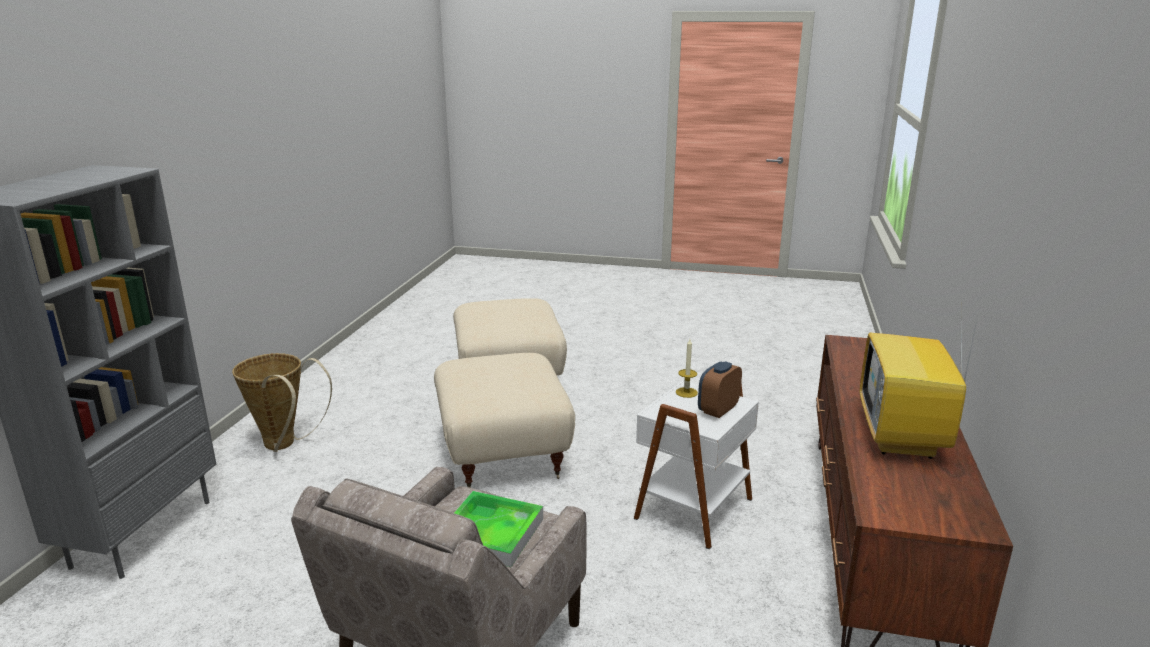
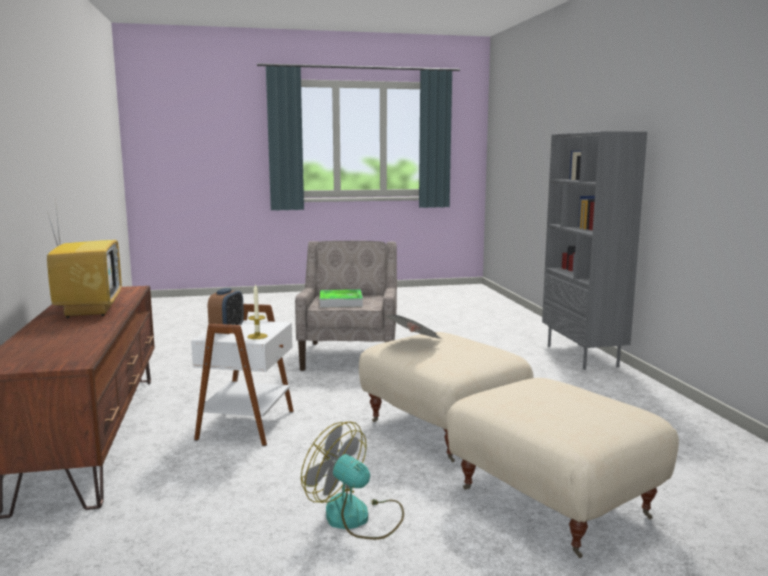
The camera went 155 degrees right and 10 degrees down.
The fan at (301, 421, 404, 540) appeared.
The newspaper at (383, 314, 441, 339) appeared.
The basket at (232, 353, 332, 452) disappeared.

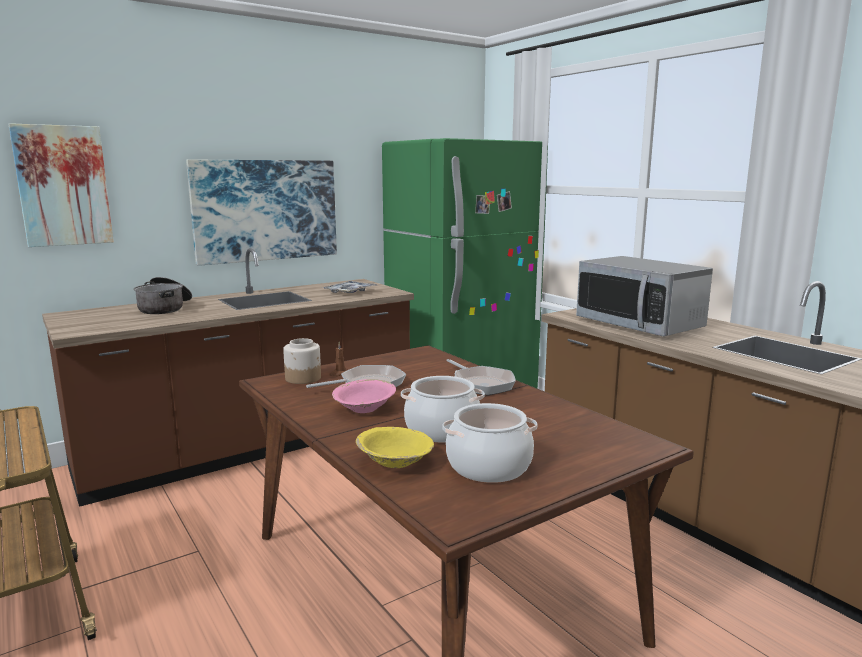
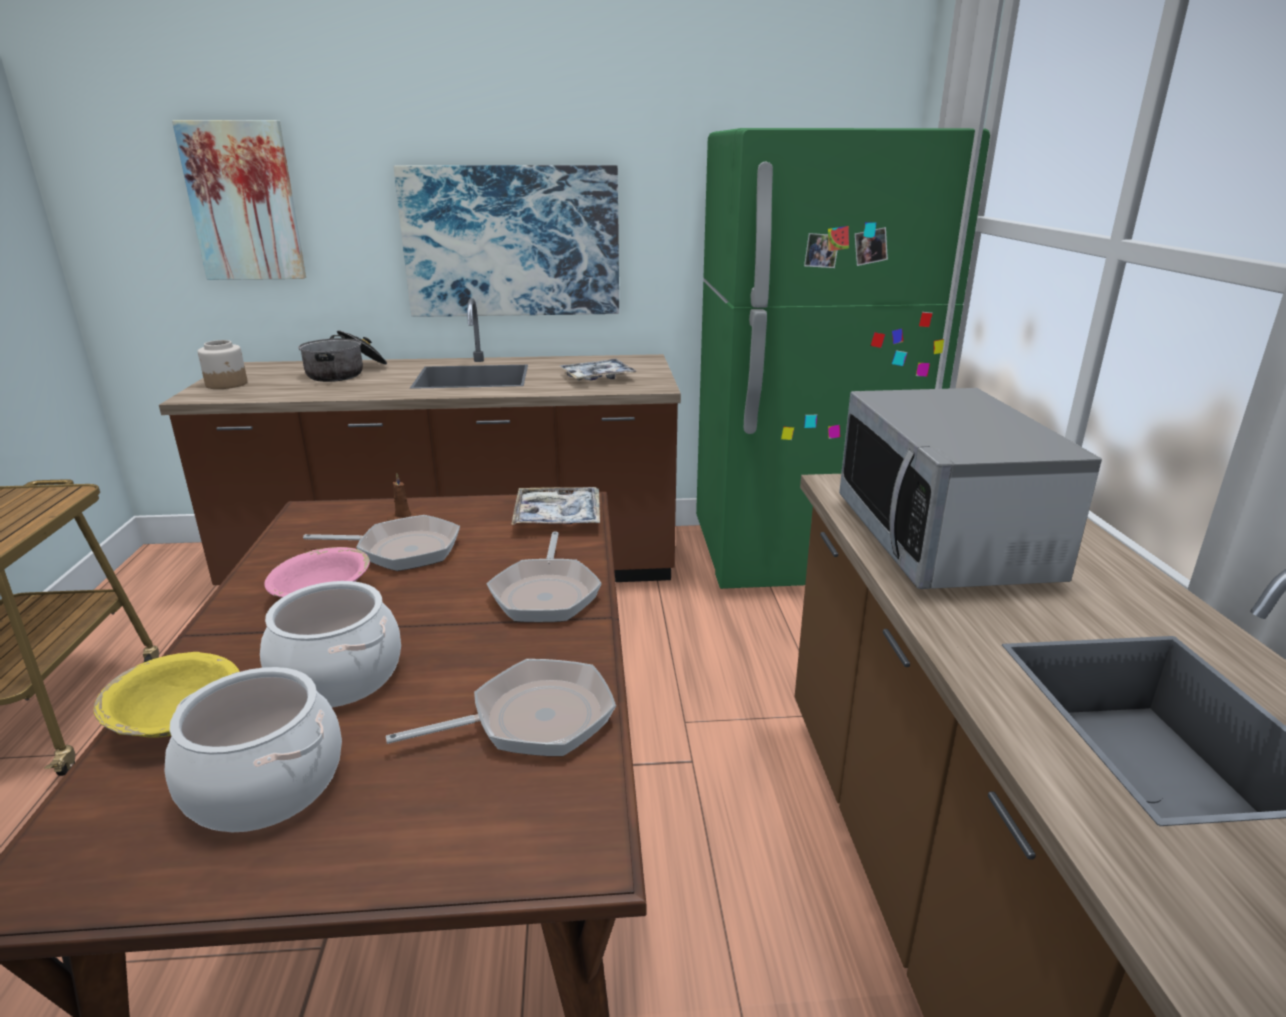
The camera went 30 degrees right and 10 degrees up.
The jar moved from (283, 338, 321, 384) to (198, 340, 248, 389).
The frying pan at (386, 659, 616, 756) appeared.
The tray at (511, 487, 600, 525) appeared.

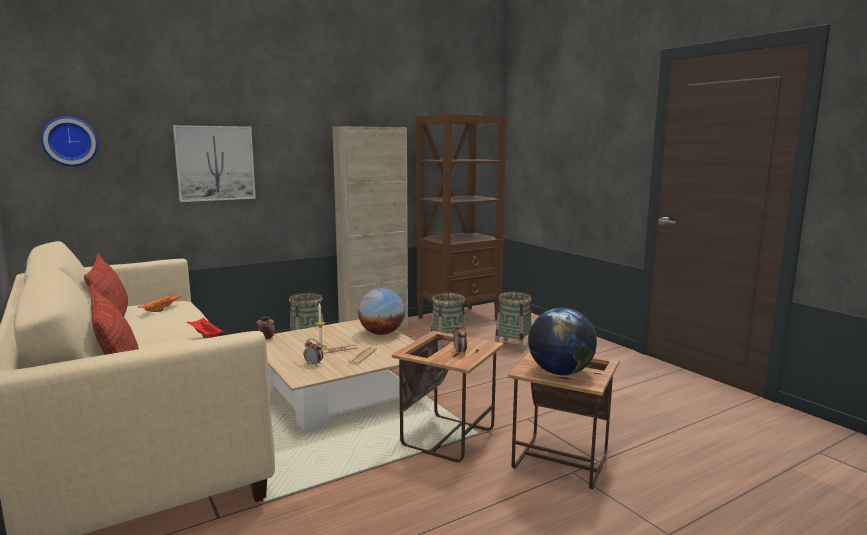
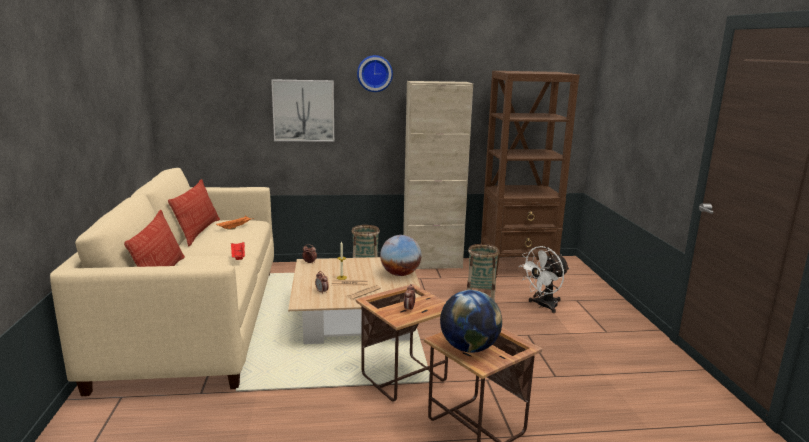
The camera went 25 degrees right and 5 degrees up.
The wall clock moved from (41, 117, 98, 167) to (357, 55, 393, 92).
The basket at (495, 292, 532, 353) was replaced by the fan/white at (520, 246, 569, 313).

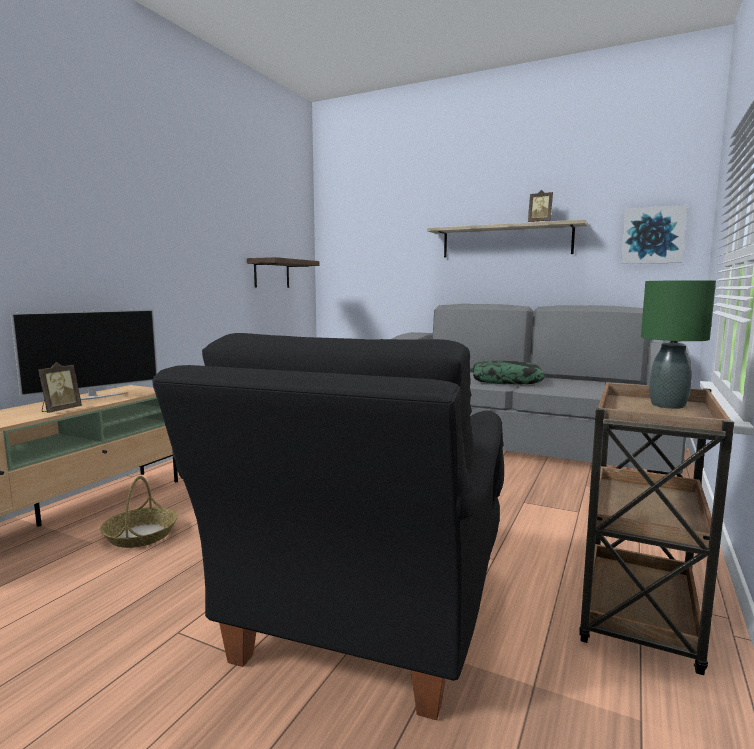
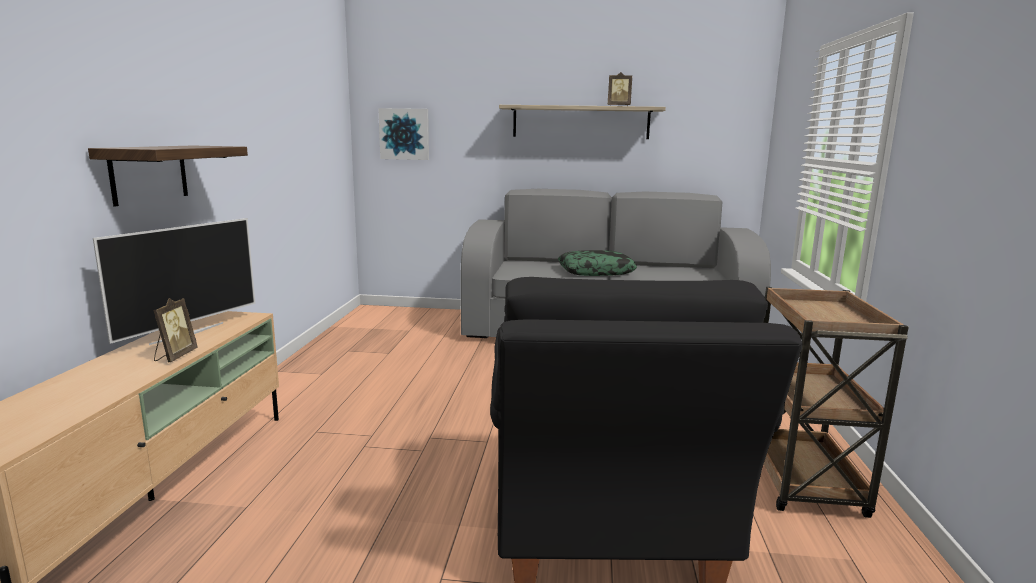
The camera went 20 degrees left and 5 degrees up.
The shelf moved from (247, 257, 320, 288) to (88, 146, 248, 206).
The picture moved from (621, 205, 687, 264) to (378, 108, 429, 160).
The basket at (100, 476, 177, 548) disappeared.
The table lamp/green at (641, 280, 716, 409) disappeared.

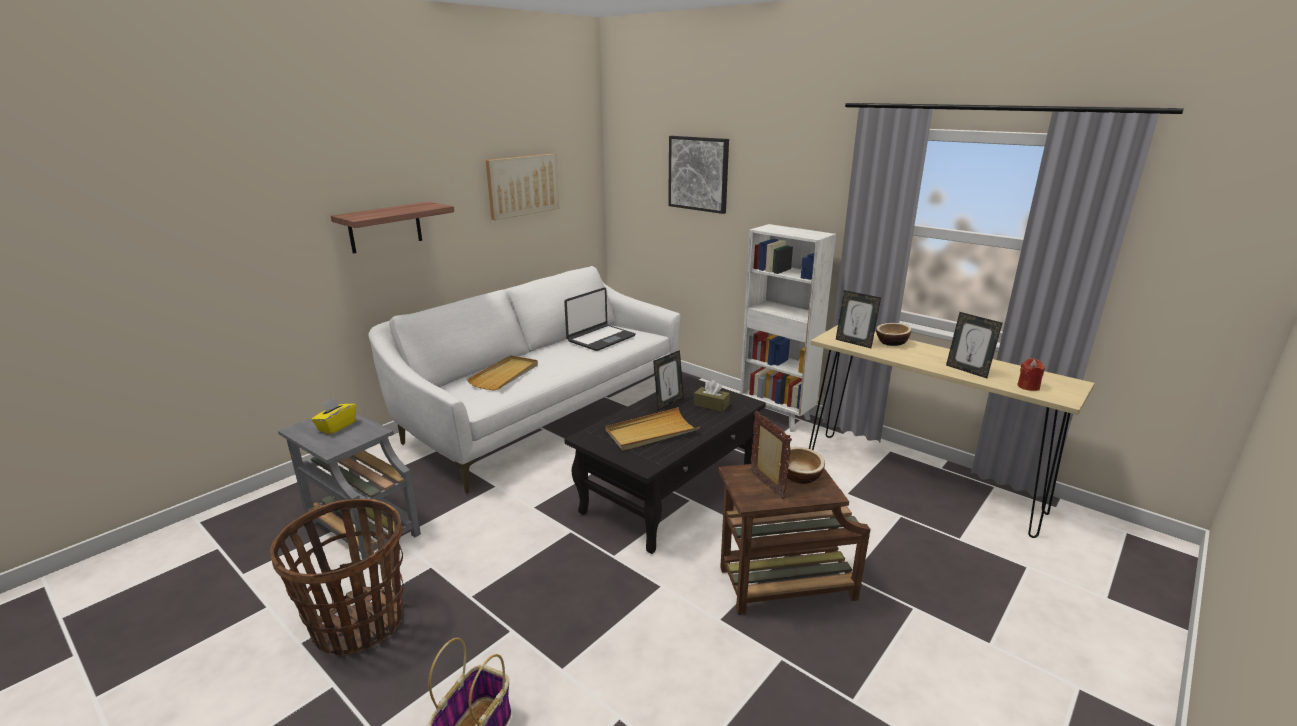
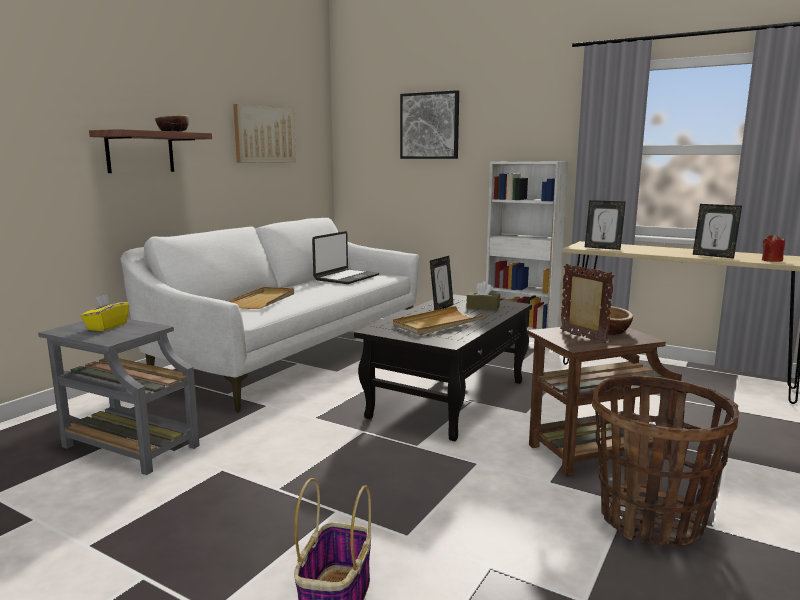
The camera went 10 degrees left and 10 degrees down.
The bowl moved from (876, 323, 911, 346) to (155, 115, 189, 132).
The basket moved from (270, 499, 404, 655) to (592, 376, 739, 547).

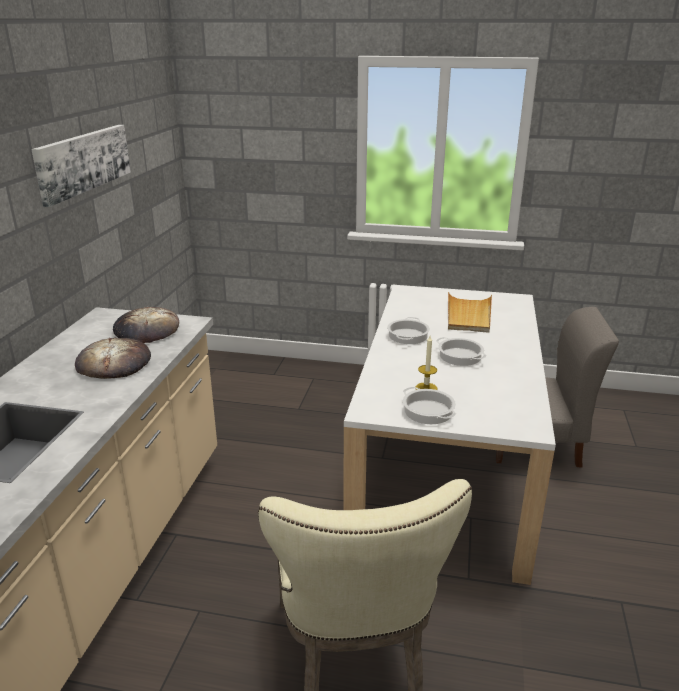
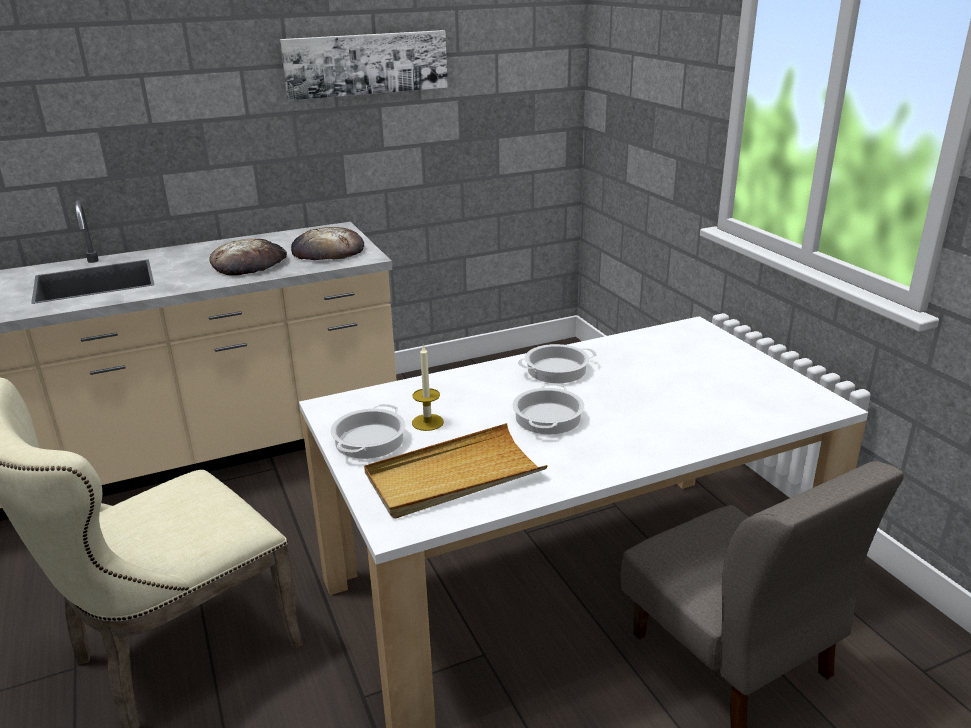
The camera went 55 degrees right and 0 degrees up.
The tray/beige moved from (448, 292, 492, 333) to (364, 423, 548, 518).

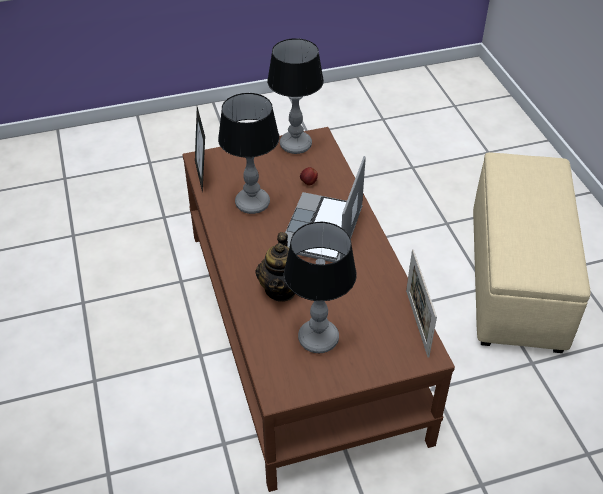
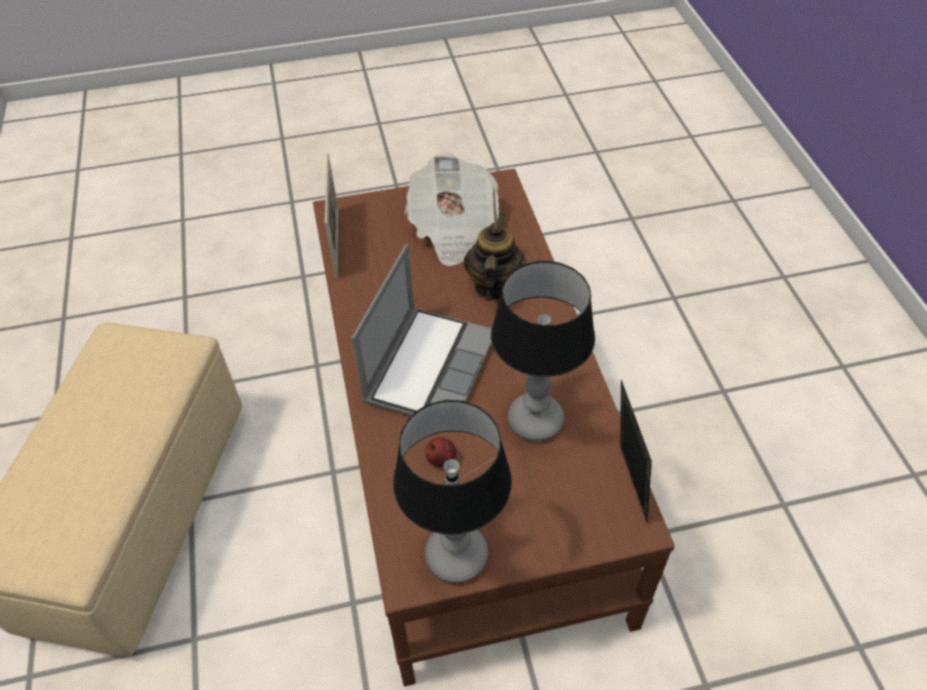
The camera went 175 degrees left and 5 degrees up.
The table lamp at (284, 221, 357, 353) was replaced by the newspaper at (405, 153, 499, 266).

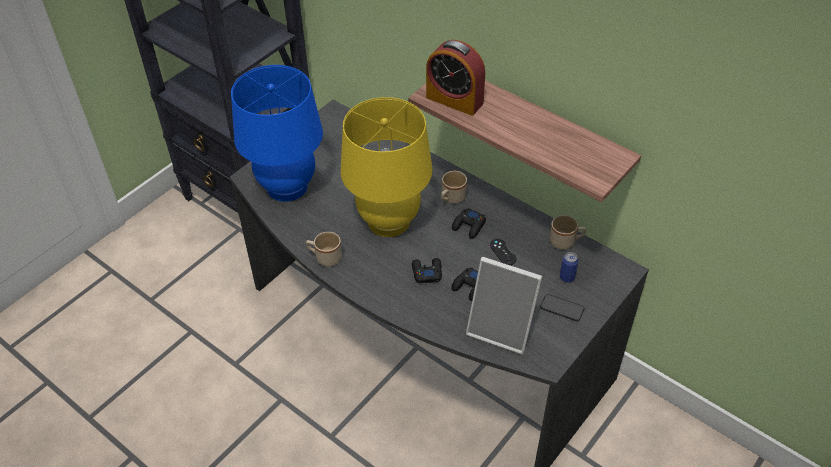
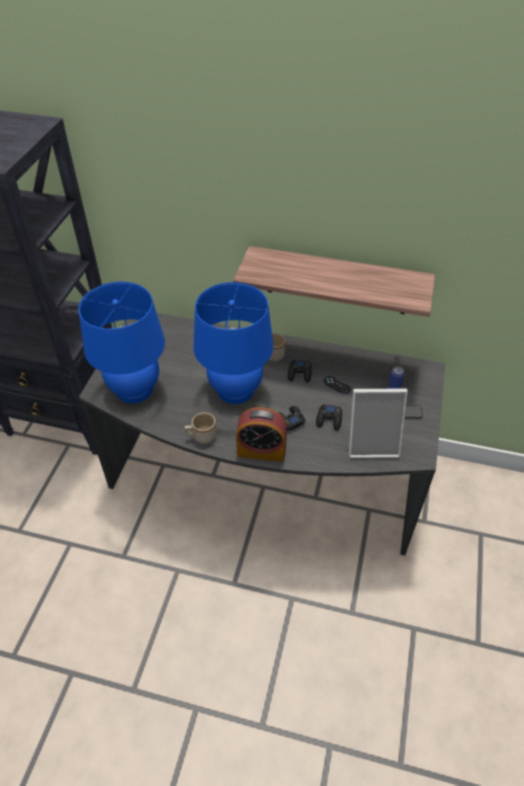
The camera went 25 degrees left and 0 degrees up.
The table lamp/yellow at (341, 97, 432, 237) became the table lamp/blue at (193, 282, 274, 404).
The alarm clock moved from (426, 40, 485, 116) to (236, 407, 287, 462).
The mug/beige at (550, 215, 586, 250) disappeared.

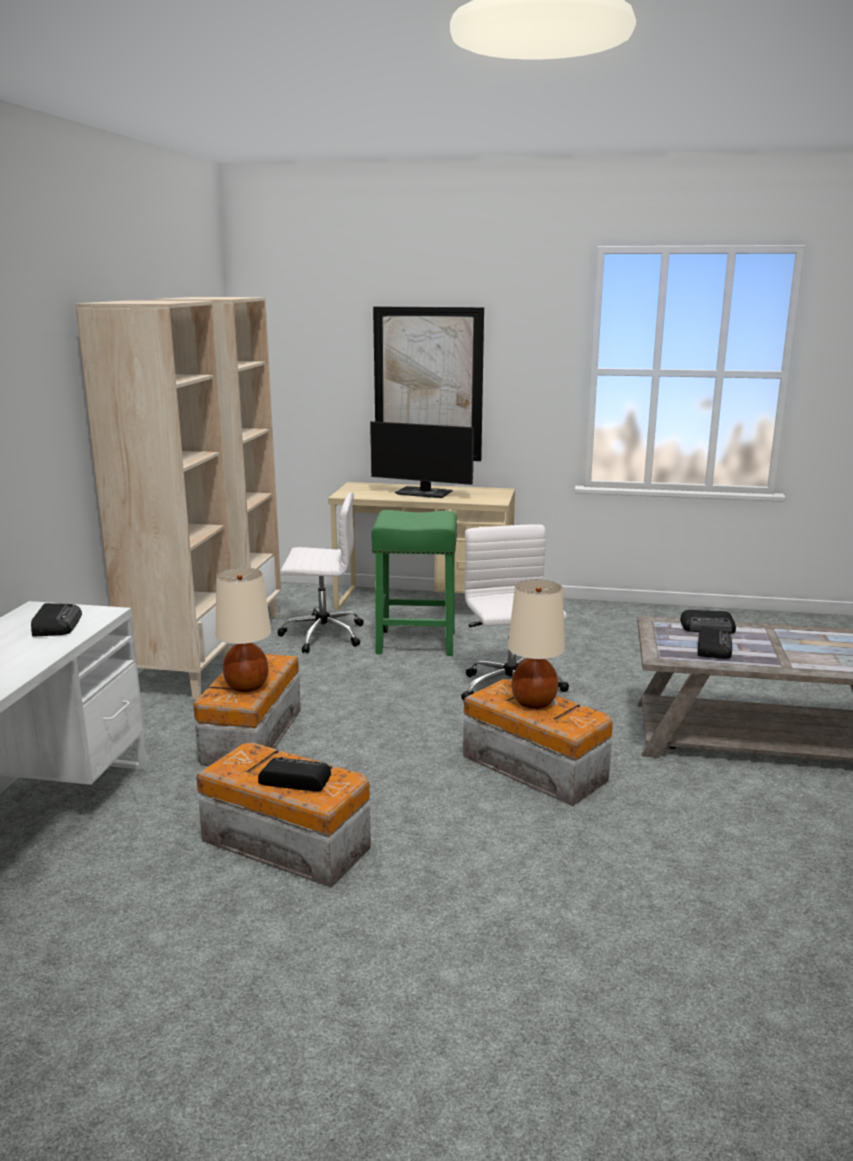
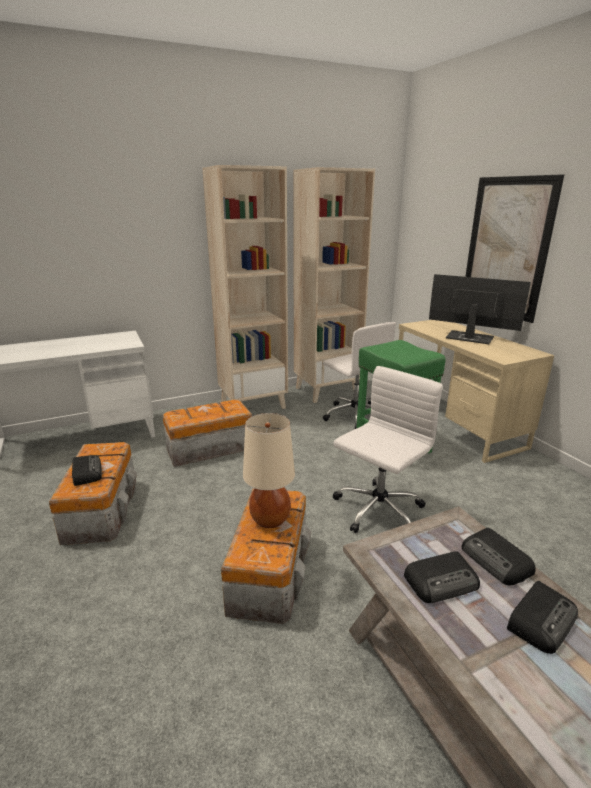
The camera went 55 degrees right and 5 degrees up.
The monitor at (370, 421, 474, 498) turned 135 degrees clockwise.
The radio moved from (31, 603, 82, 637) to (507, 581, 578, 654).
The table lamp/beige at (216, 568, 271, 692) disappeared.

